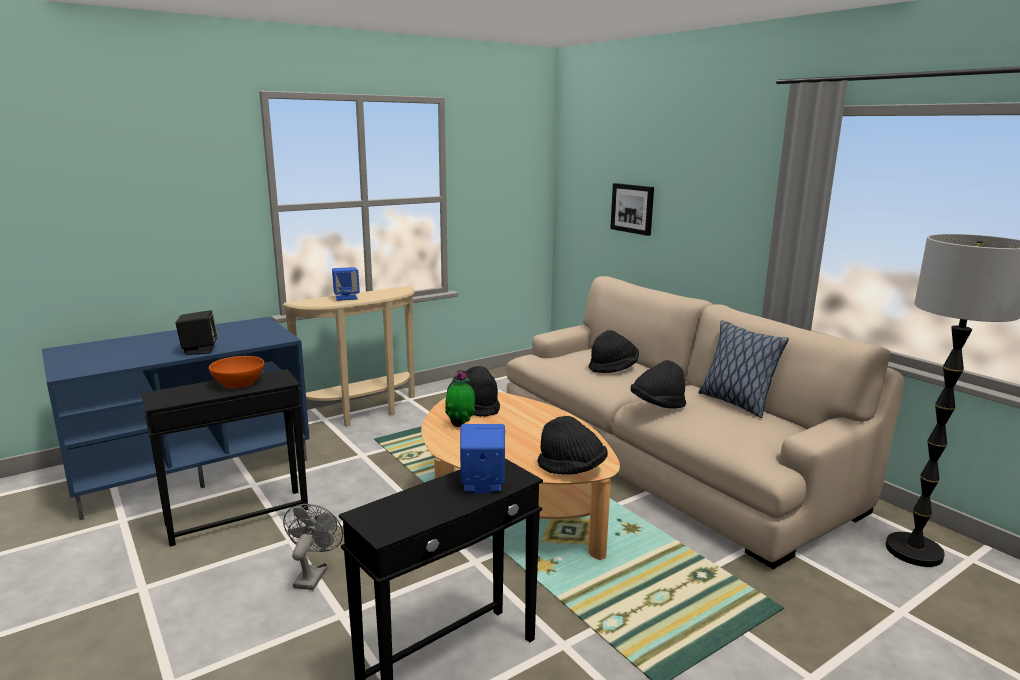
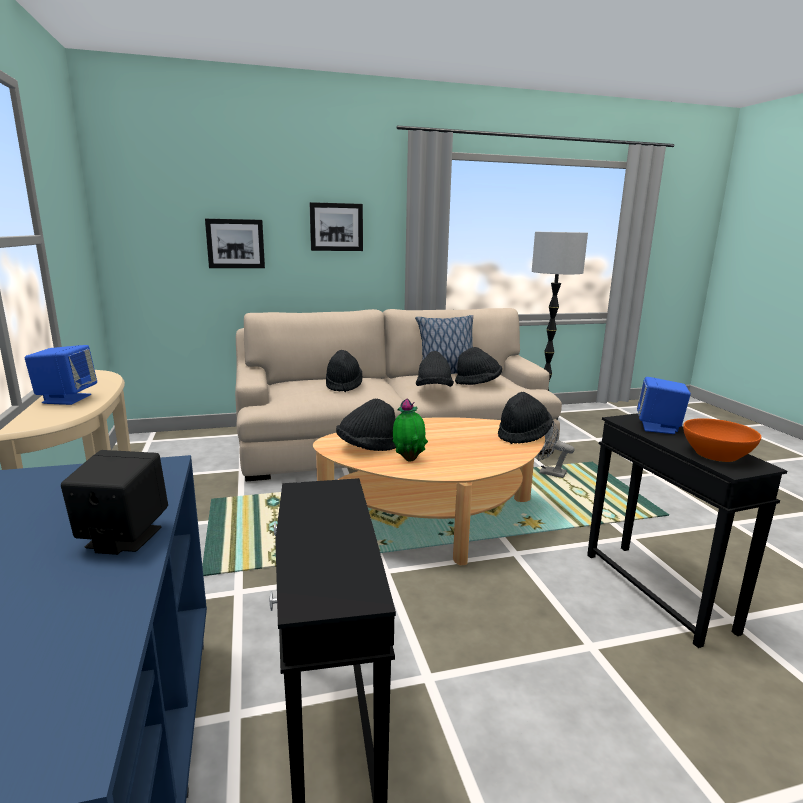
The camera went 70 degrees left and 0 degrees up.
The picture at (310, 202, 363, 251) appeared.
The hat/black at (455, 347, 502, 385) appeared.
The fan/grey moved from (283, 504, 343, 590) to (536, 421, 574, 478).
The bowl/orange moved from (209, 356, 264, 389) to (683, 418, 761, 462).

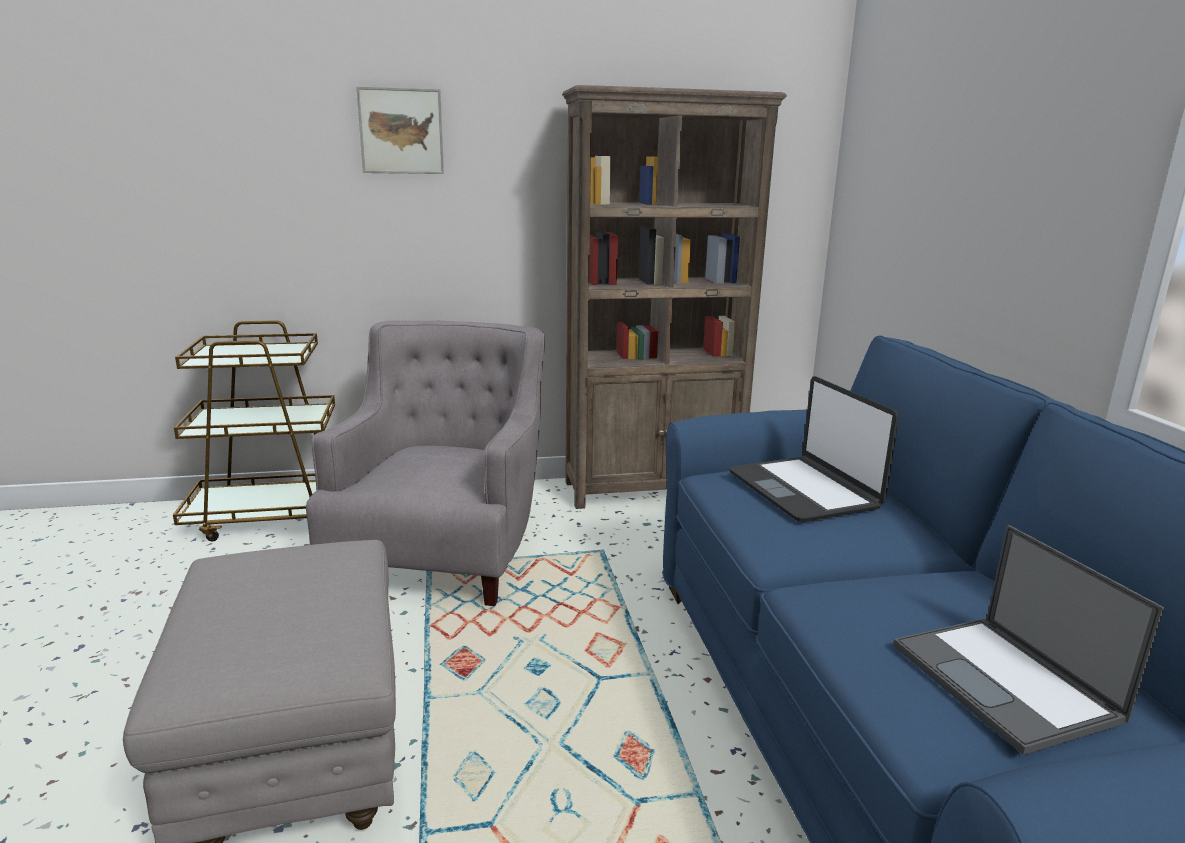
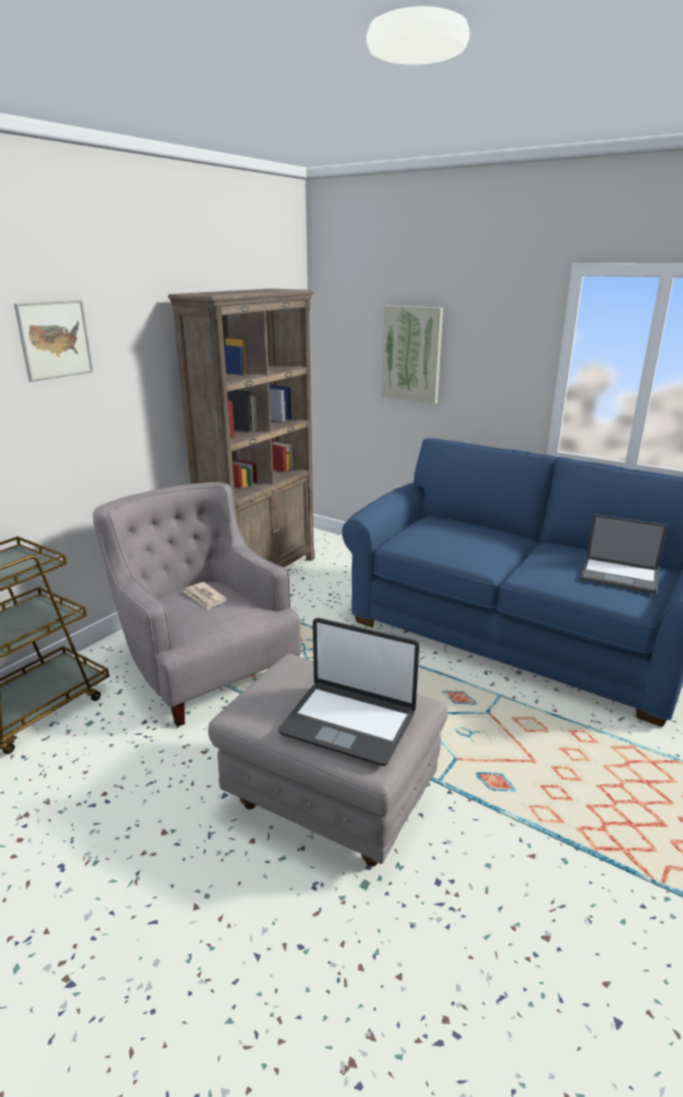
The camera went 45 degrees left and 5 degrees up.
The newspaper at (184, 582, 227, 610) appeared.
The laptop moved from (729, 376, 899, 522) to (278, 618, 419, 766).
The picture at (382, 305, 443, 404) appeared.

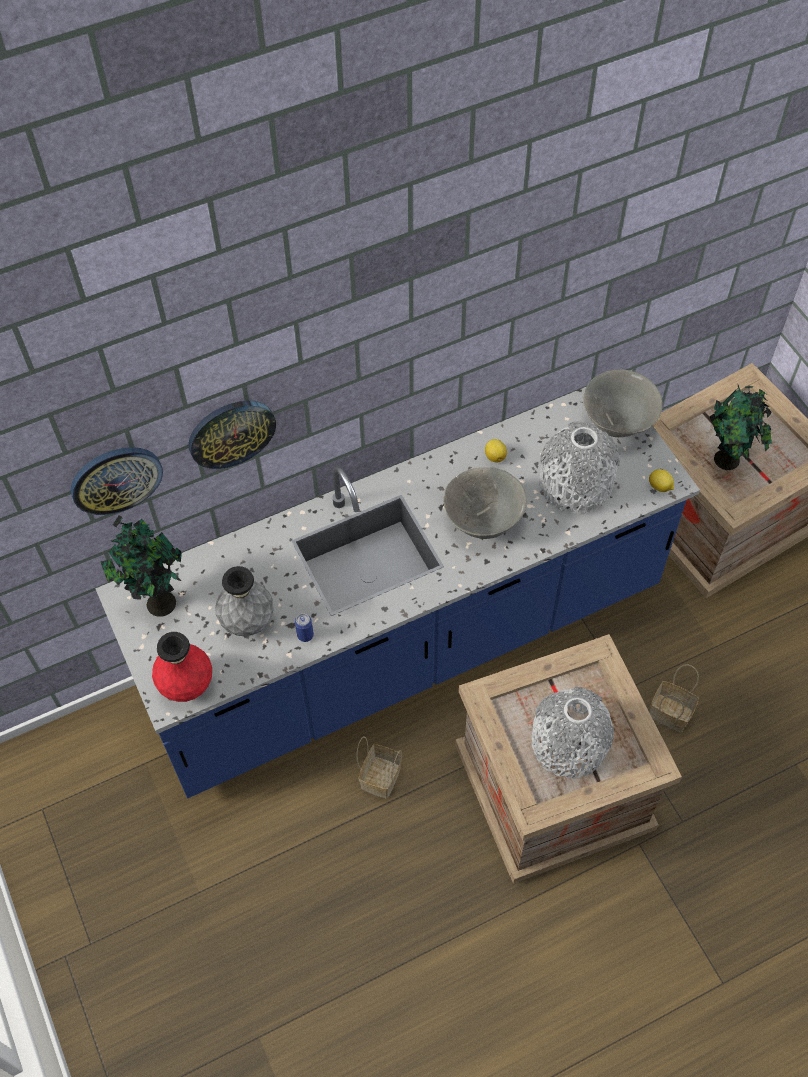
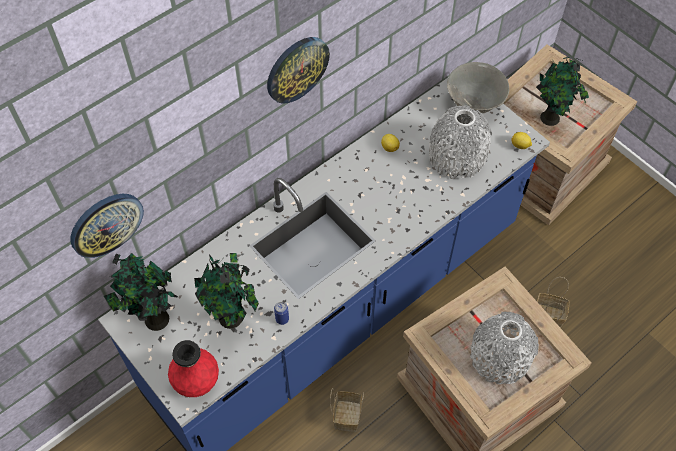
The camera went 15 degrees left and 0 degrees up.
The vase/grey at (215, 566, 274, 636) was replaced by the potted plant at (194, 253, 259, 329).
The wall clock moved from (188, 401, 276, 469) to (267, 37, 330, 104).
The bowl/grey at (443, 467, 527, 539) disappeared.

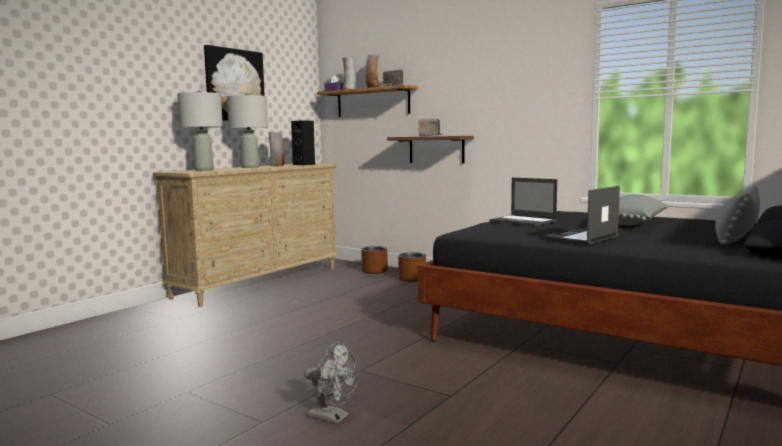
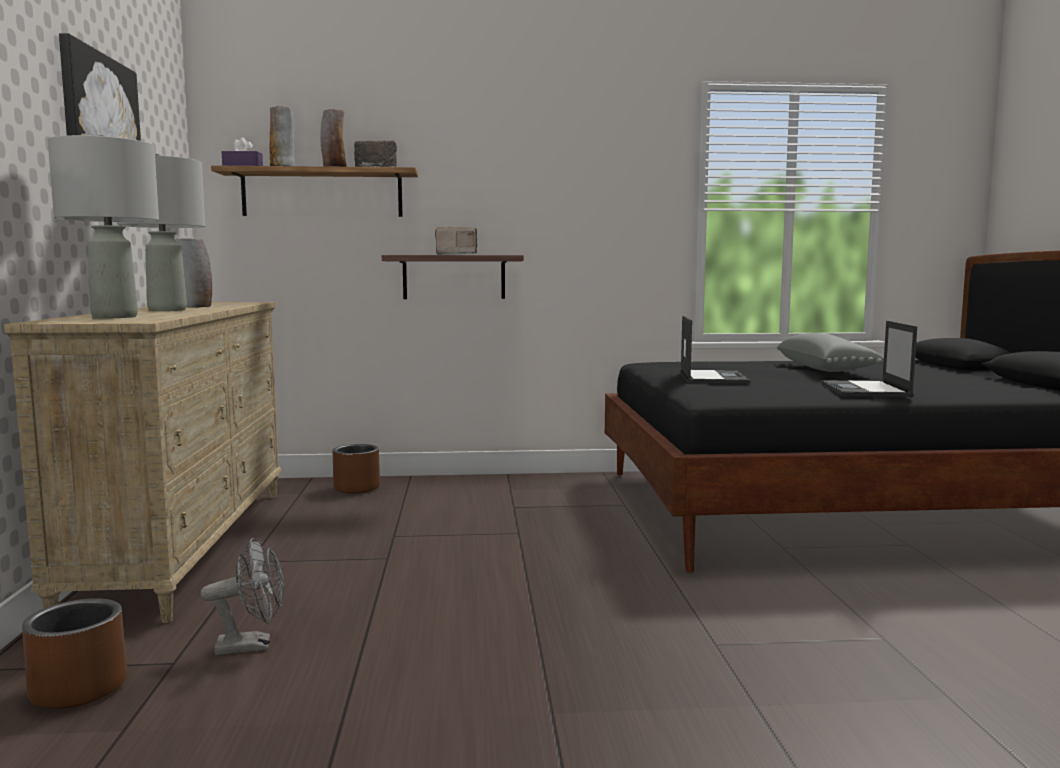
The camera went 40 degrees left and 0 degrees up.
The planter/brown moved from (398, 252, 426, 282) to (22, 598, 127, 709).
The fan/grey moved from (304, 342, 358, 424) to (200, 538, 284, 655).
The laptop at (489, 178, 557, 226) turned 90 degrees counterclockwise.
The speaker/black at (291, 120, 315, 165) disappeared.
The pillow/grey at (715, 186, 760, 245) disappeared.

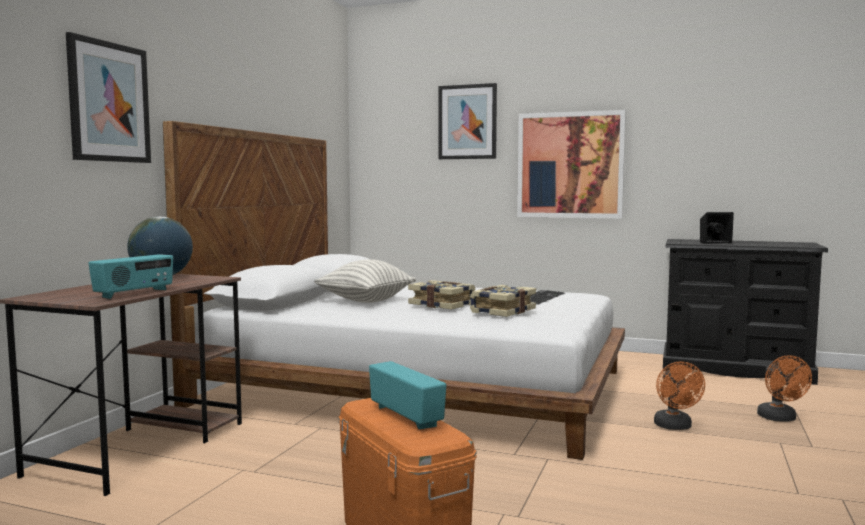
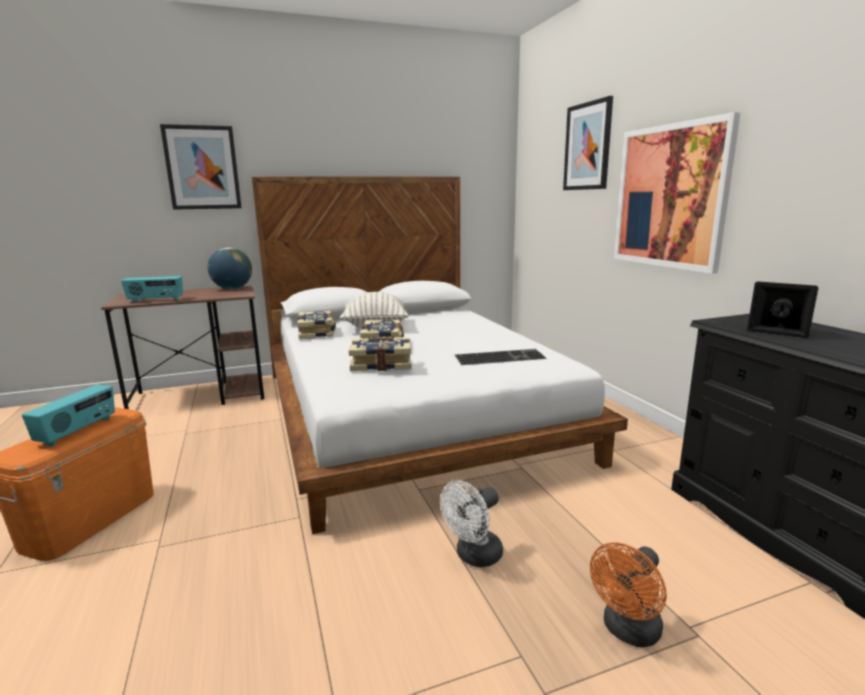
The camera went 50 degrees right and 10 degrees up.
The book at (297, 311, 336, 339) appeared.
The fan/orange at (654, 361, 705, 430) became the fan/white at (440, 480, 503, 567).

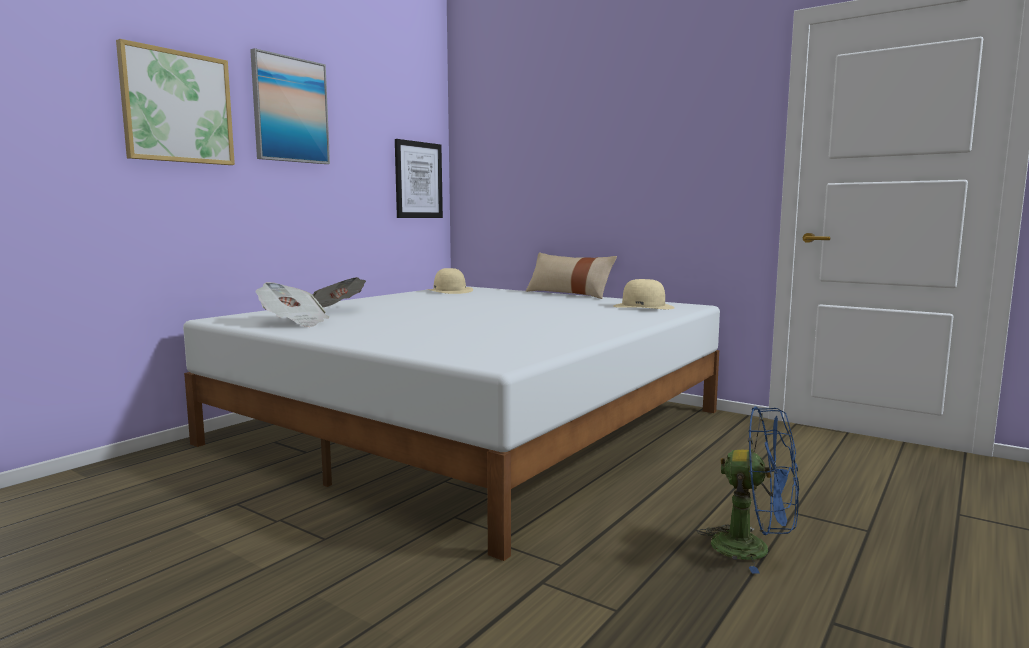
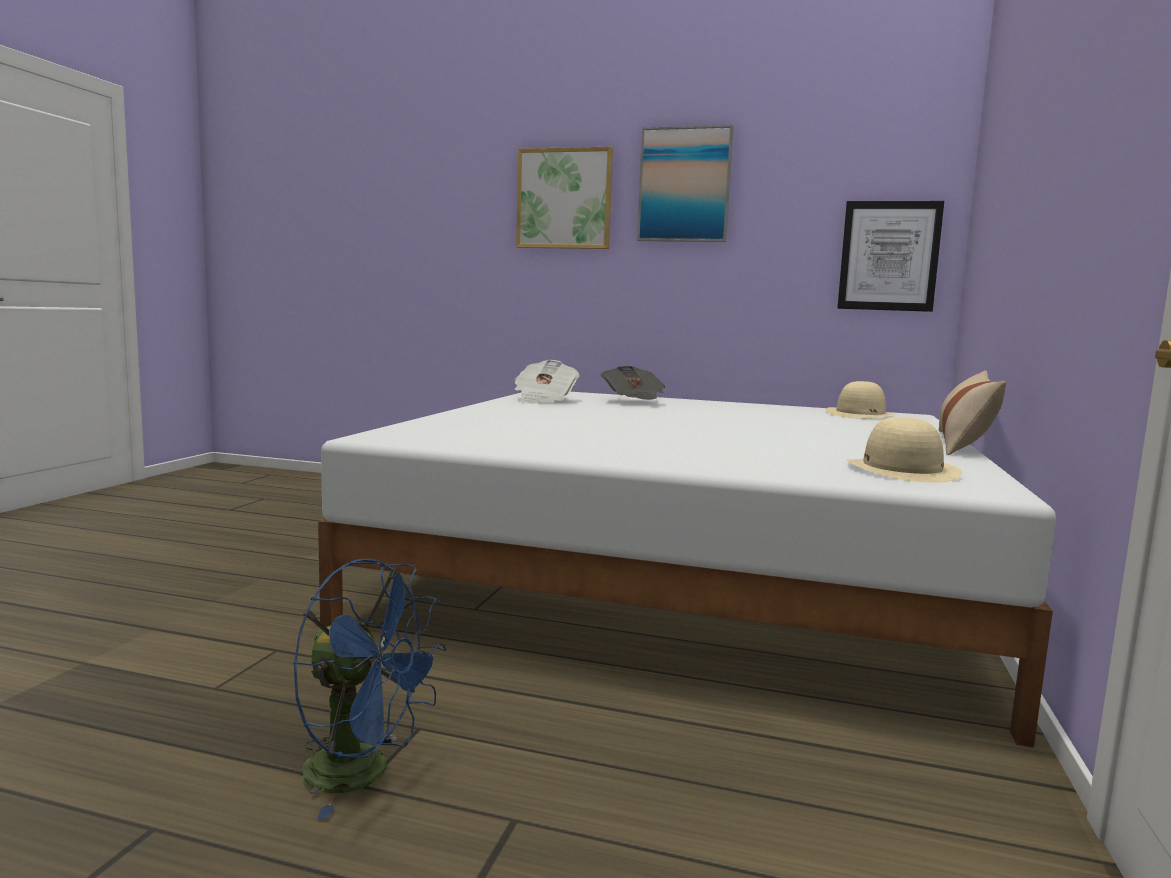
The camera went 70 degrees right and 0 degrees up.
The fan/blue at (697, 406, 799, 574) turned 75 degrees counterclockwise.

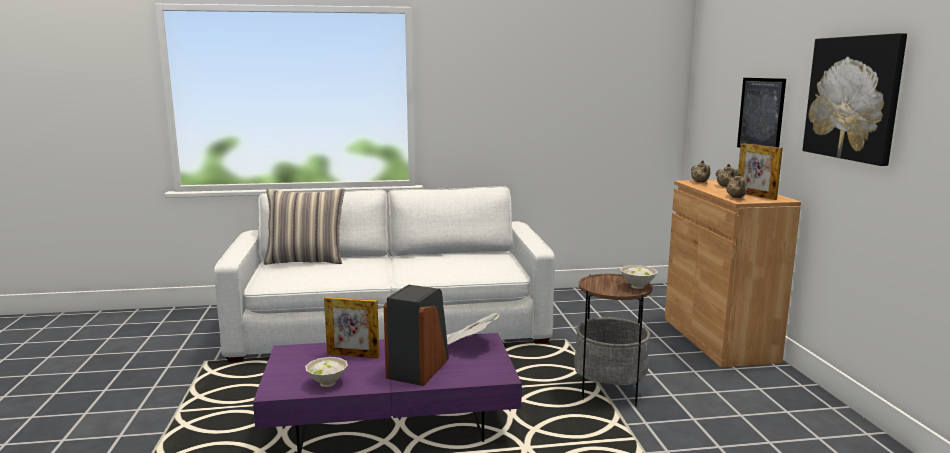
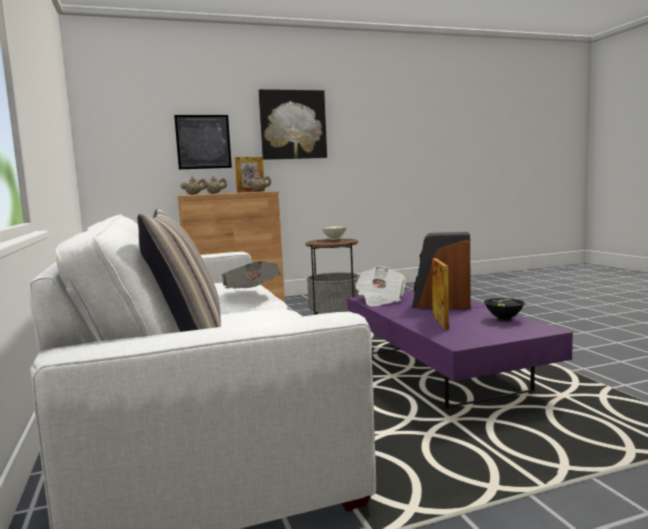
The camera went 100 degrees left and 5 degrees down.
The newspaper at (222, 261, 280, 289) appeared.
The bowl/white at (305, 357, 348, 387) became the bowl/black at (484, 298, 525, 322).

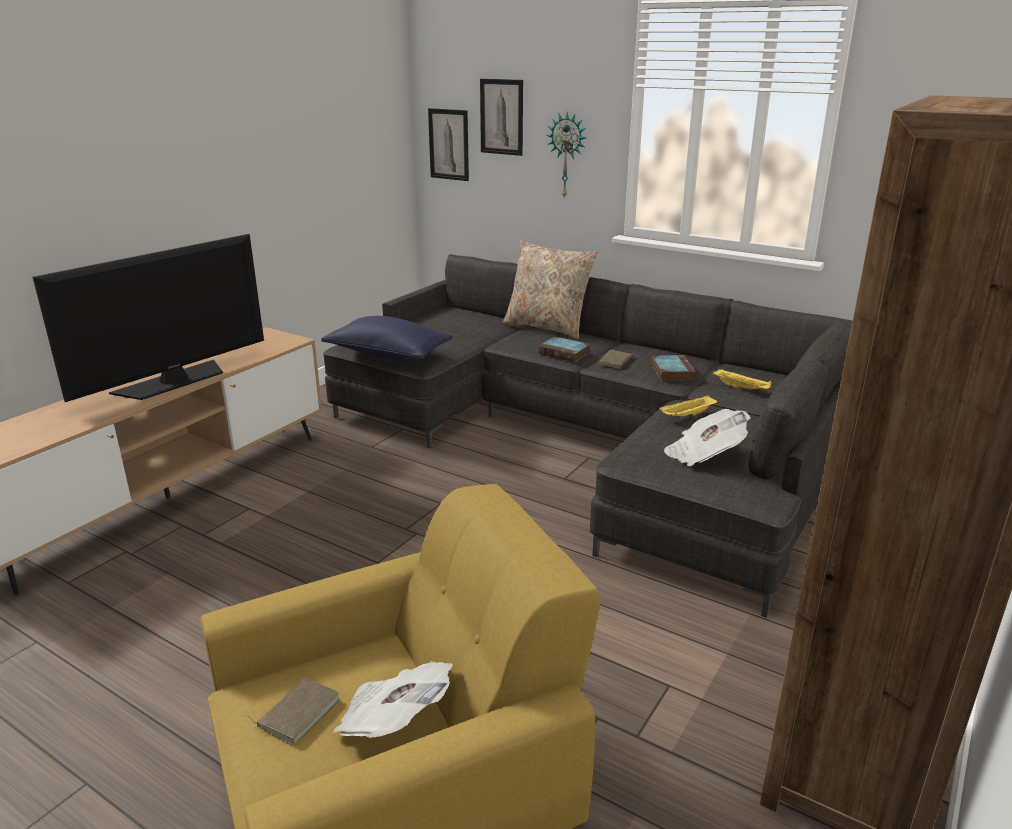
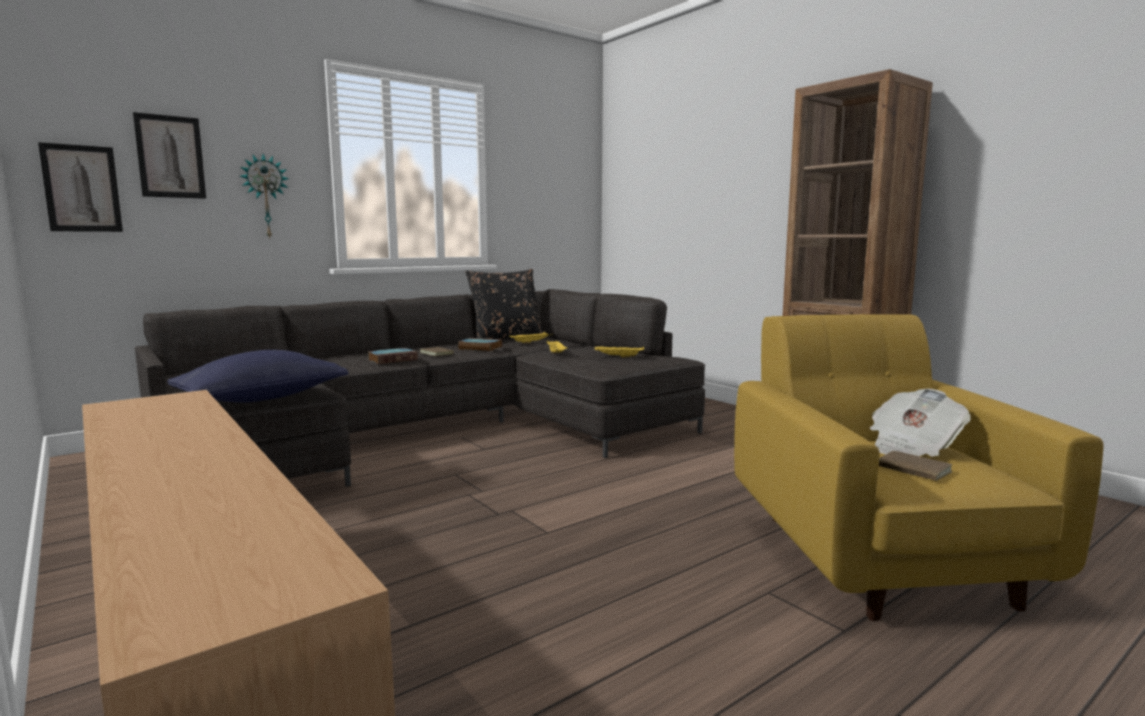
The camera went 70 degrees left and 15 degrees down.
The pillow/black at (465, 269, 544, 339) appeared.
The newspaper at (664, 409, 751, 466) was replaced by the tray/yellow at (595, 346, 644, 358).
The television at (33, 234, 264, 402) disappeared.
The pillow/beige at (503, 240, 598, 339) disappeared.

